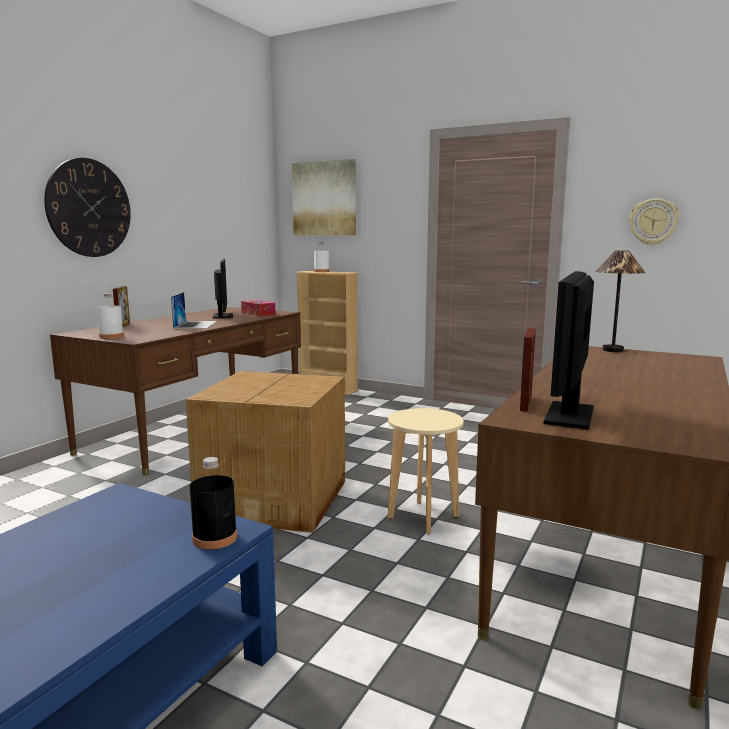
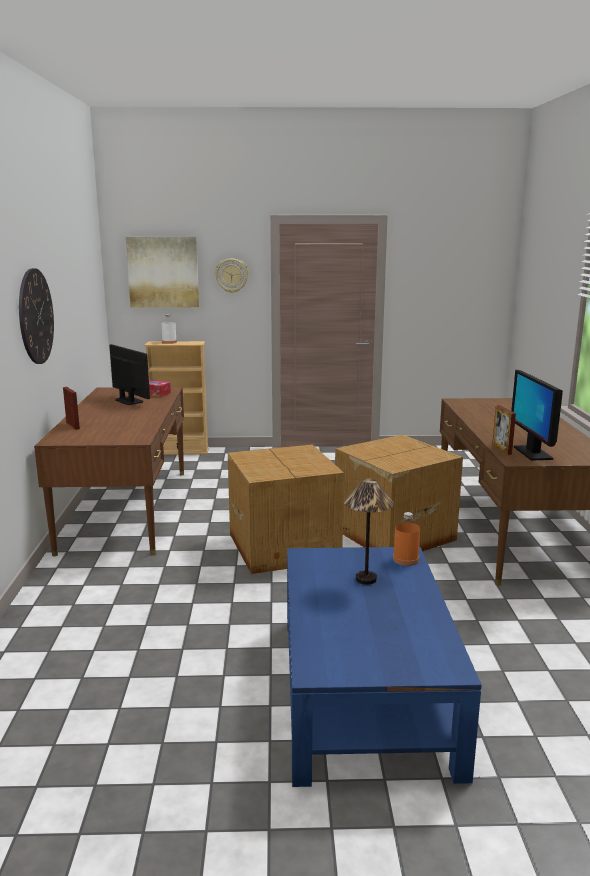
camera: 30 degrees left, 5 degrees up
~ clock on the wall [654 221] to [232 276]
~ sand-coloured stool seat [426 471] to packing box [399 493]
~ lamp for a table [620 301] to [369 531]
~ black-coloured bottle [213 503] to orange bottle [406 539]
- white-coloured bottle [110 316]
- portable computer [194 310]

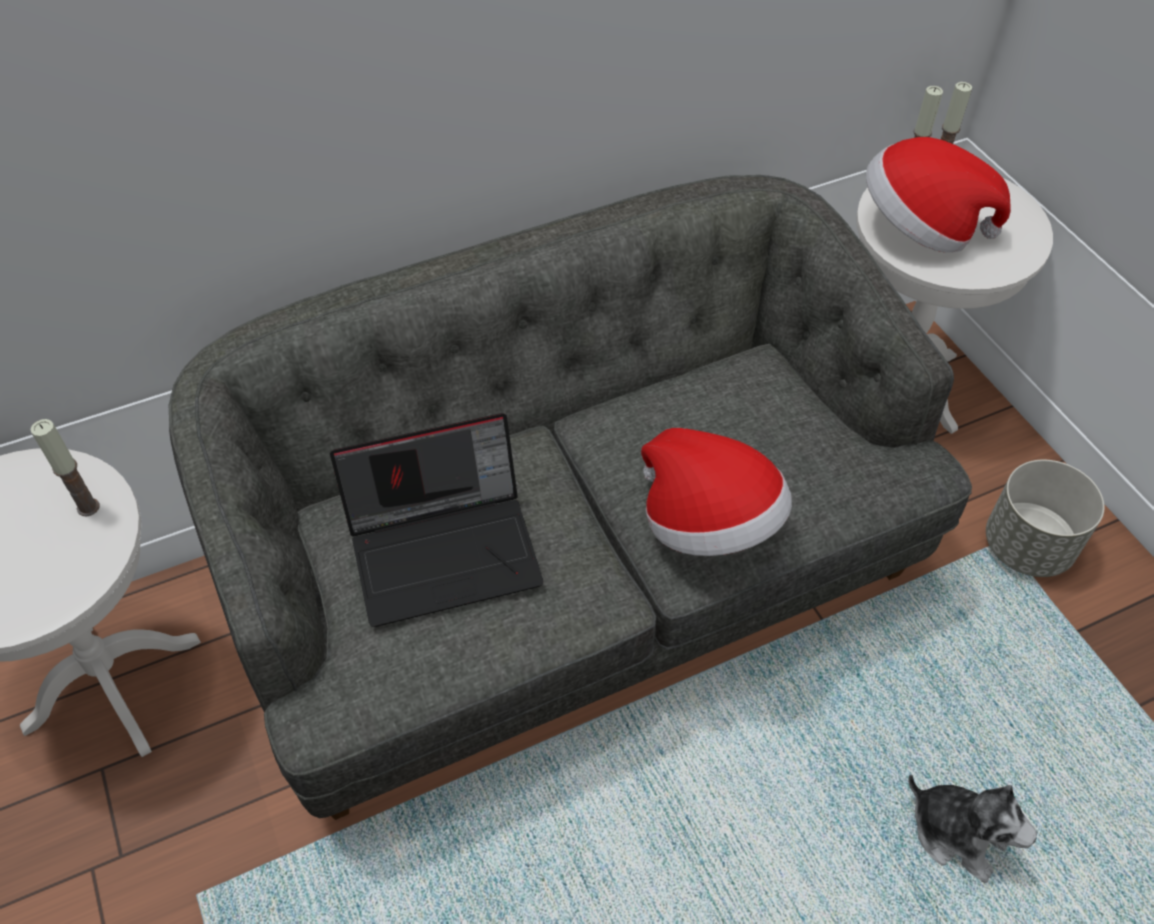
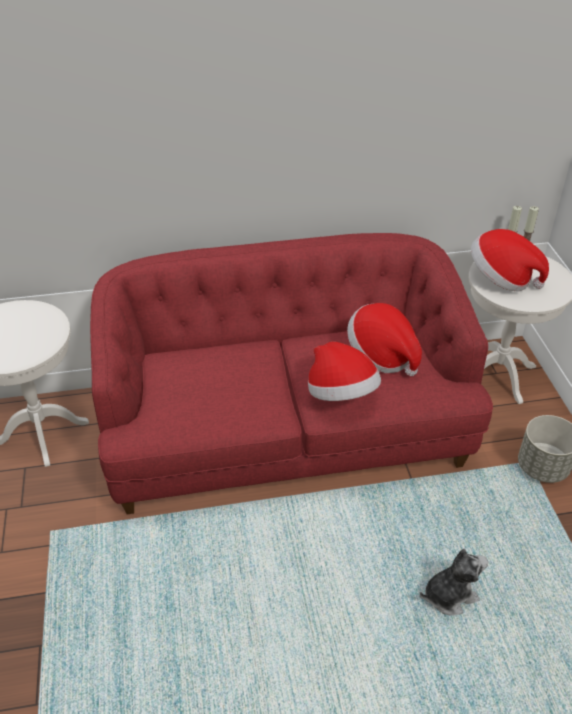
camera: 15 degrees right, 10 degrees down
~ gray couch [570 497] to red couch [291 373]
+ wearable hat [384 339]
~ cuddly toy [972 828] = [454 582] 75 degrees counterclockwise
- wax light [65 467]
- portable computer [436 520]

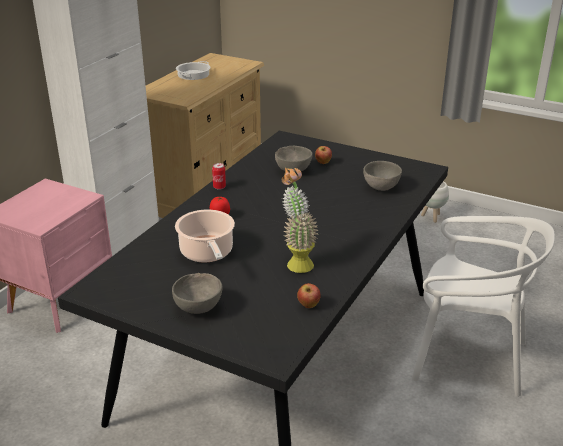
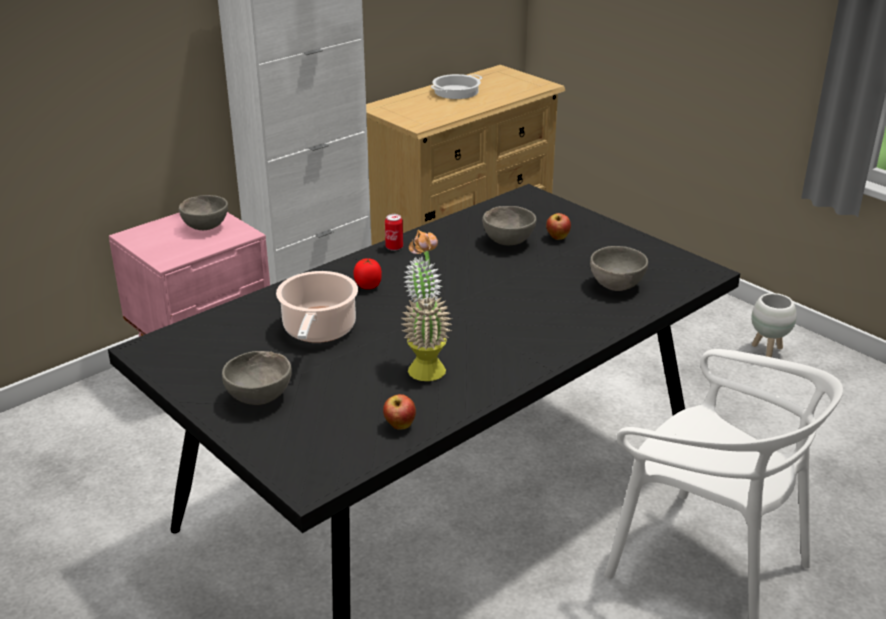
camera: 20 degrees right, 0 degrees up
+ gray bowl [203 212]

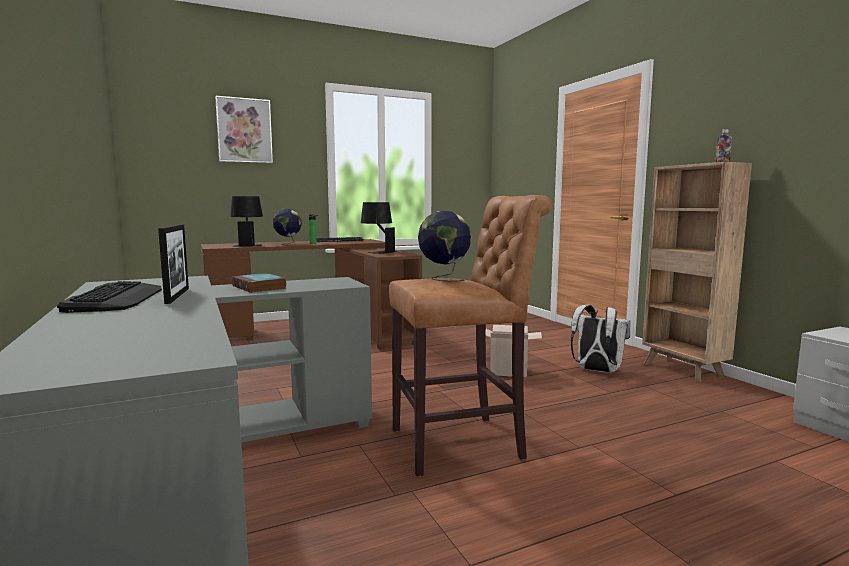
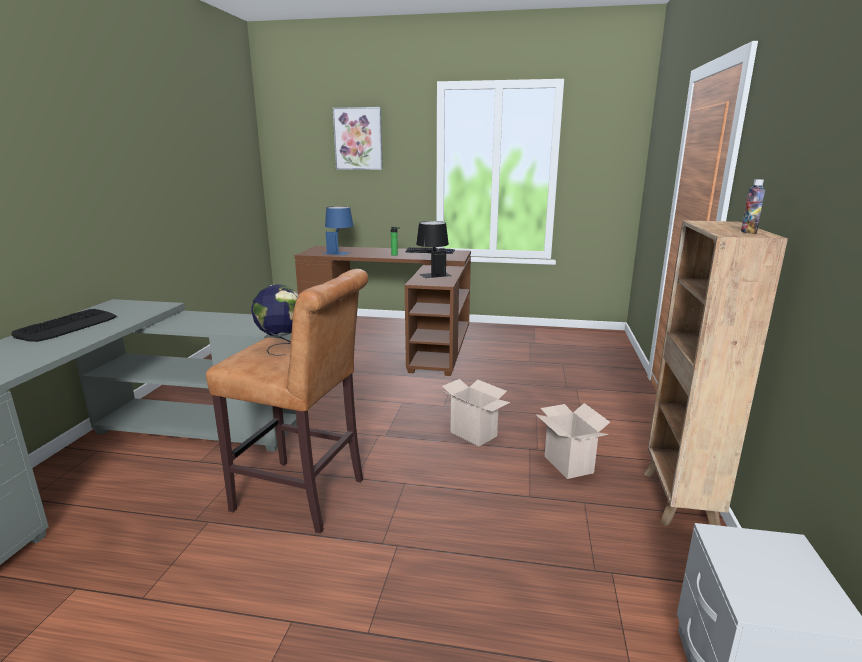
camera: 35 degrees right, 10 degrees up
~ black-coloured lamp for a table [246 221] to bluish lamp for a table [337 230]
~ white-coloured knapsack [601 339] to packing box [573 441]
- standing frame [173 264]
- volume [259 283]
- globe [287 227]

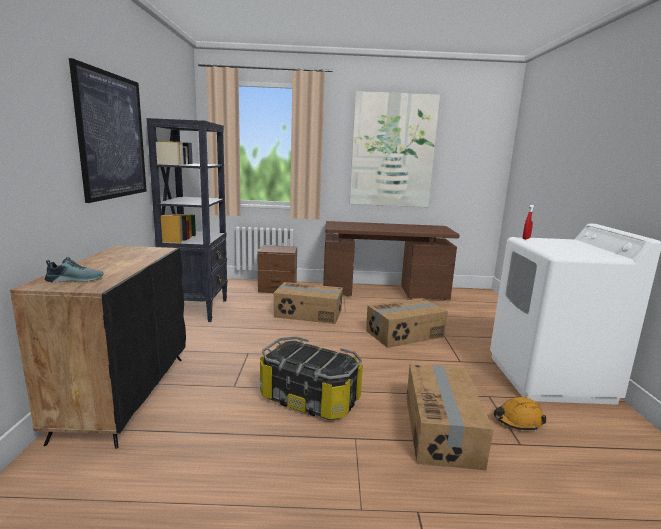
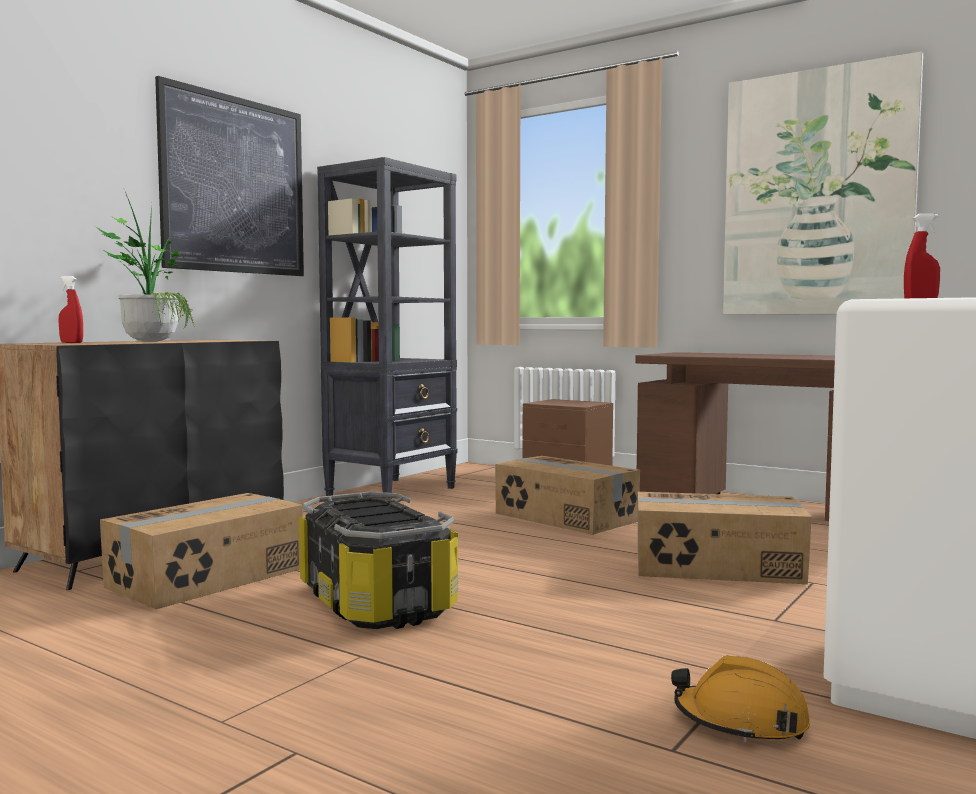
camera: 35 degrees right, 10 degrees down
~ item of footwear [74 269] to red spray bottle [70 309]
+ houseplant [144 267]
~ packing box [449 417] to [201 551]

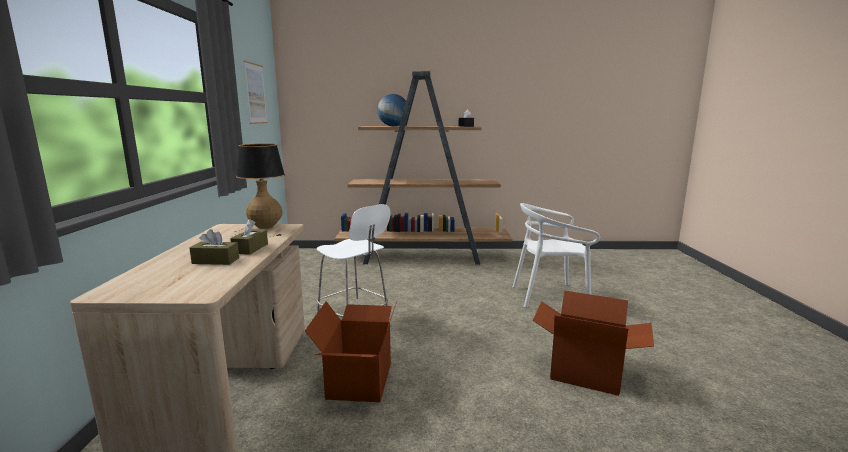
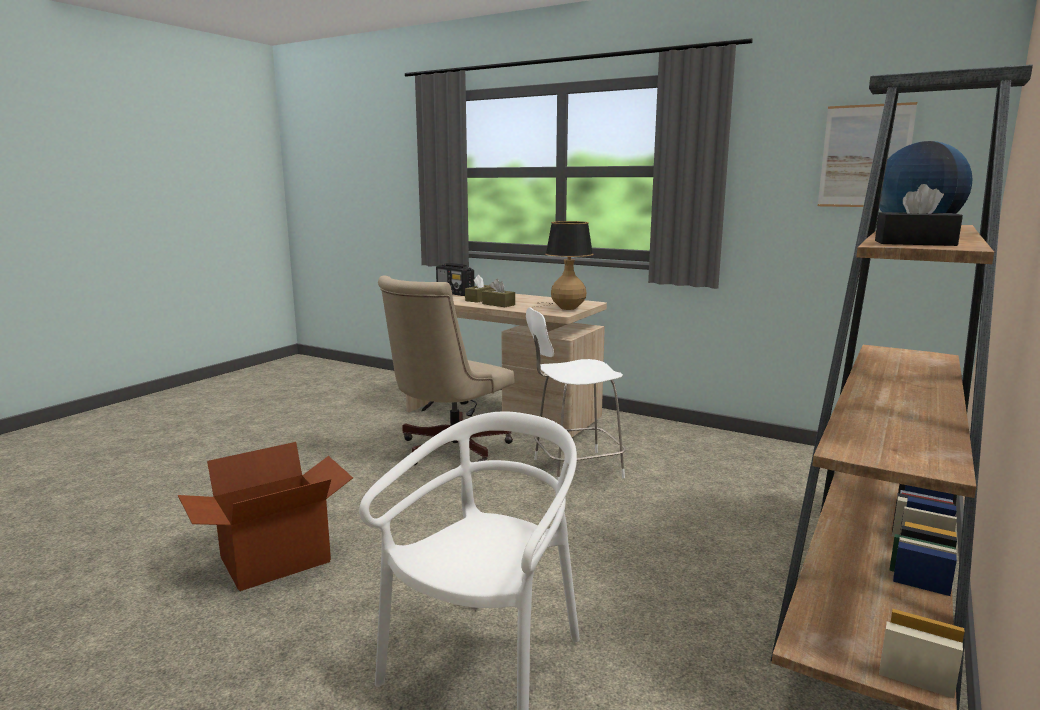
camera: 120 degrees right, 0 degrees up
~ packing box [351 351] to sand-coloured computer chair [446 371]
+ radio [455 279]

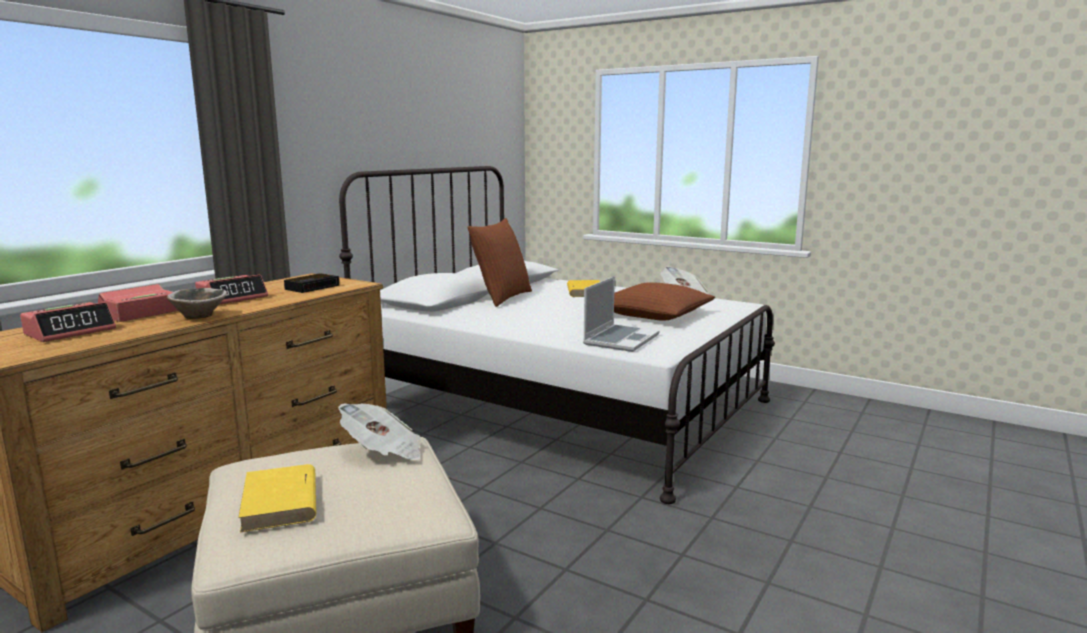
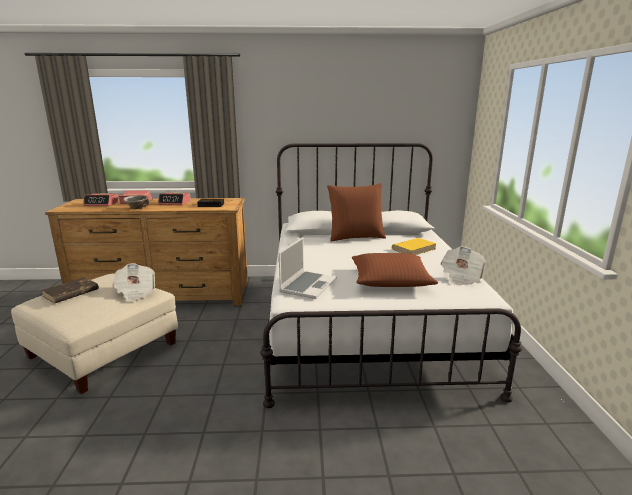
camera: 55 degrees right, 5 degrees up
~ yellow volume [277 498] to brown volume [70 290]
~ portable computer [621 314] = [308 268] 60 degrees counterclockwise

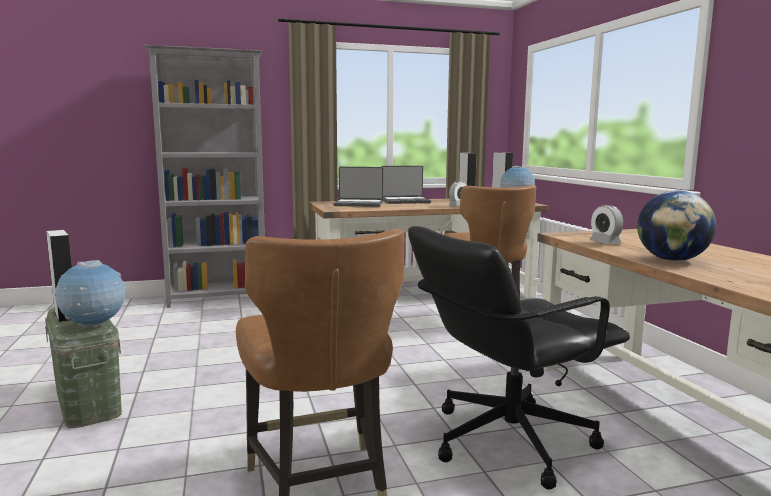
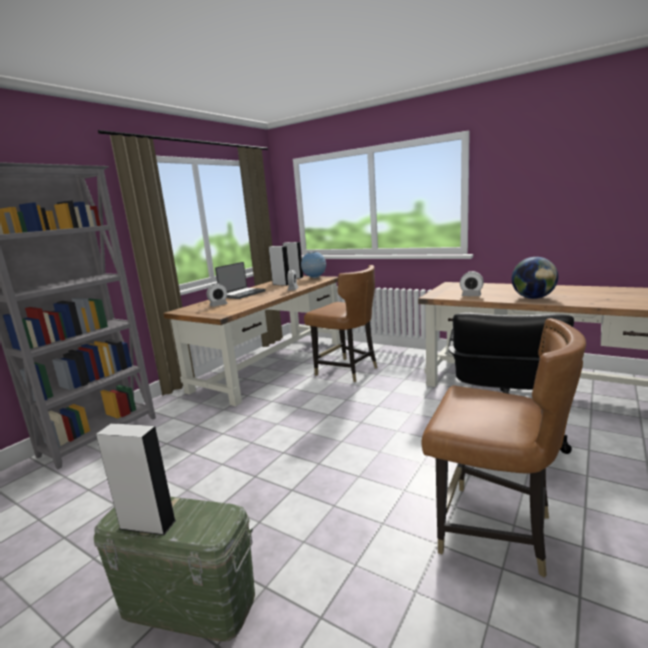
camera: 40 degrees left, 5 degrees up
~ portable computer [358 187] to bedside clock [217 295]
- globe [89 294]

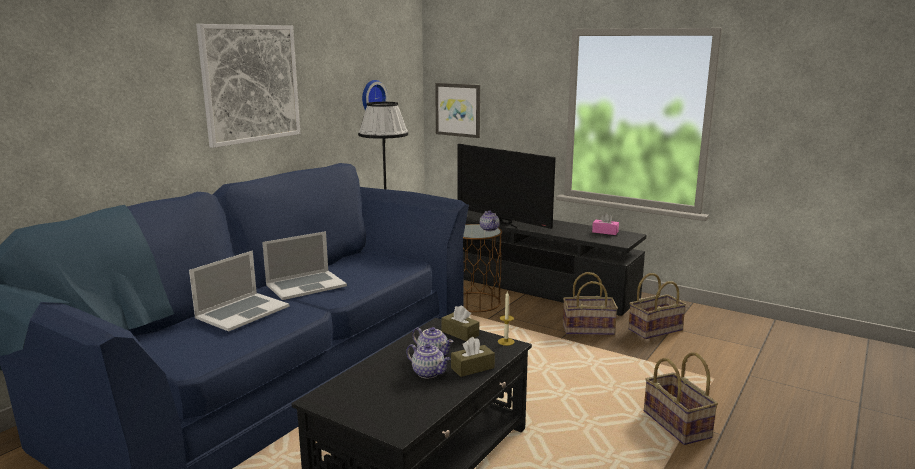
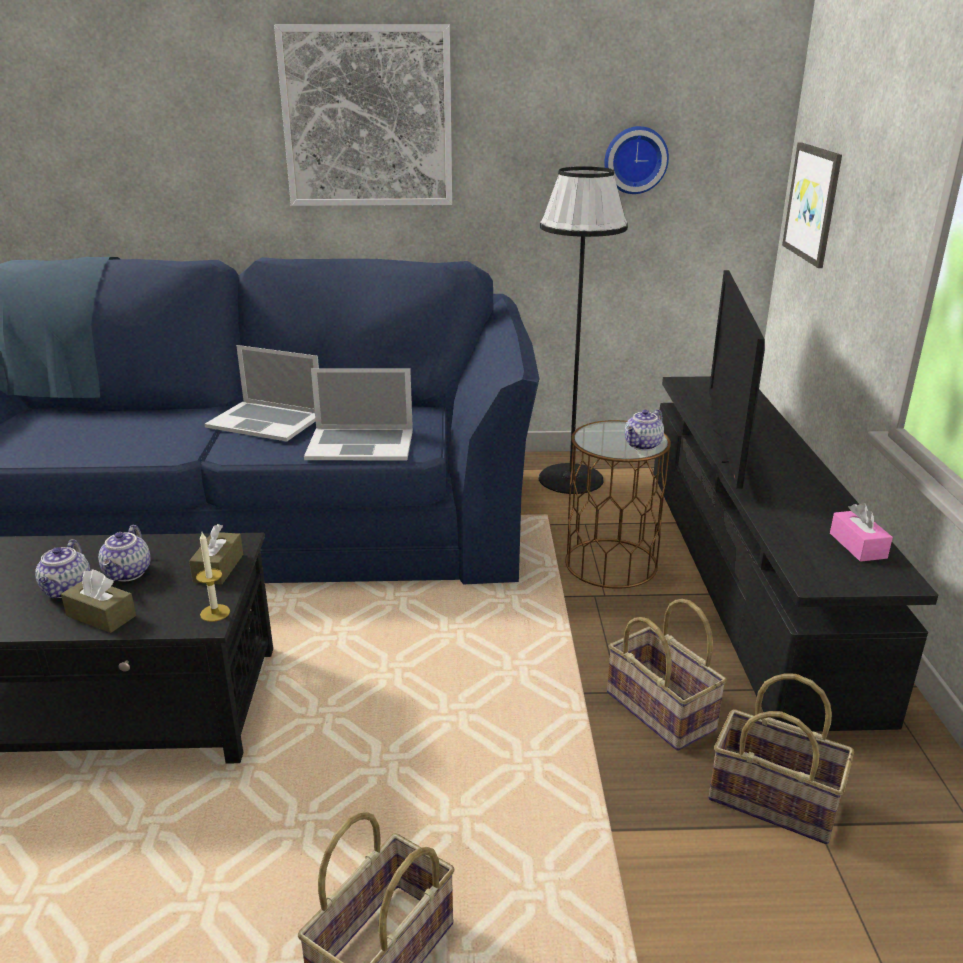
camera: 55 degrees right, 10 degrees up
~ portable computer [239 291] to [358 414]

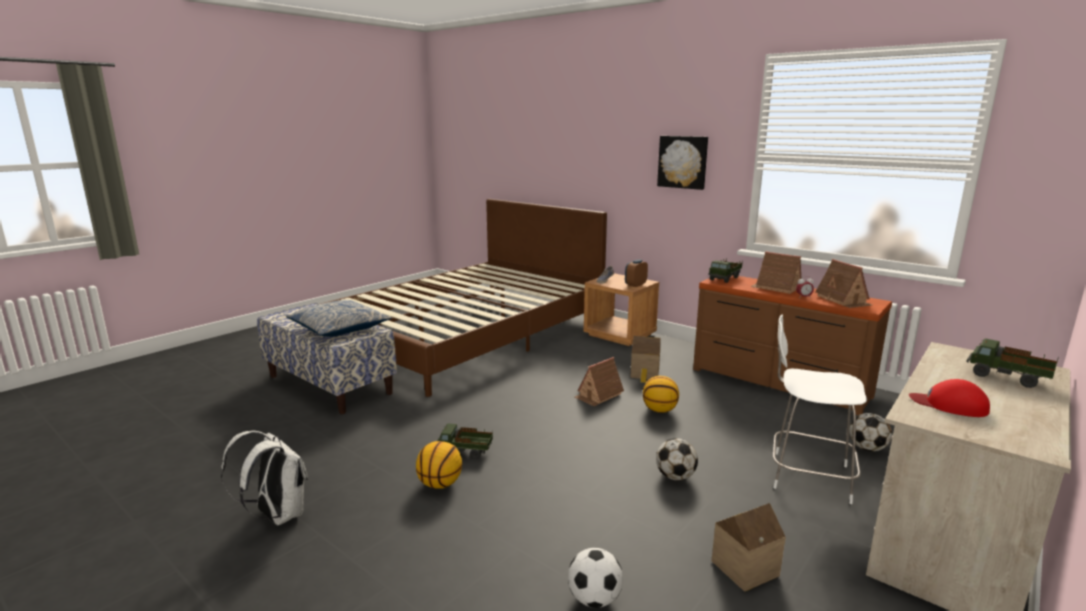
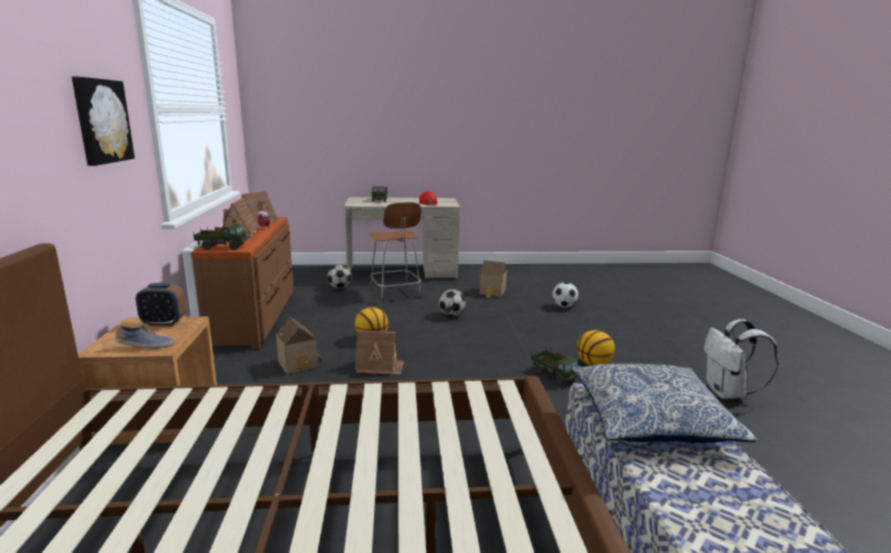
camera: 135 degrees left, 0 degrees up
~ white-coloured upright chair [820 409] to brown upright chair [396 252]

